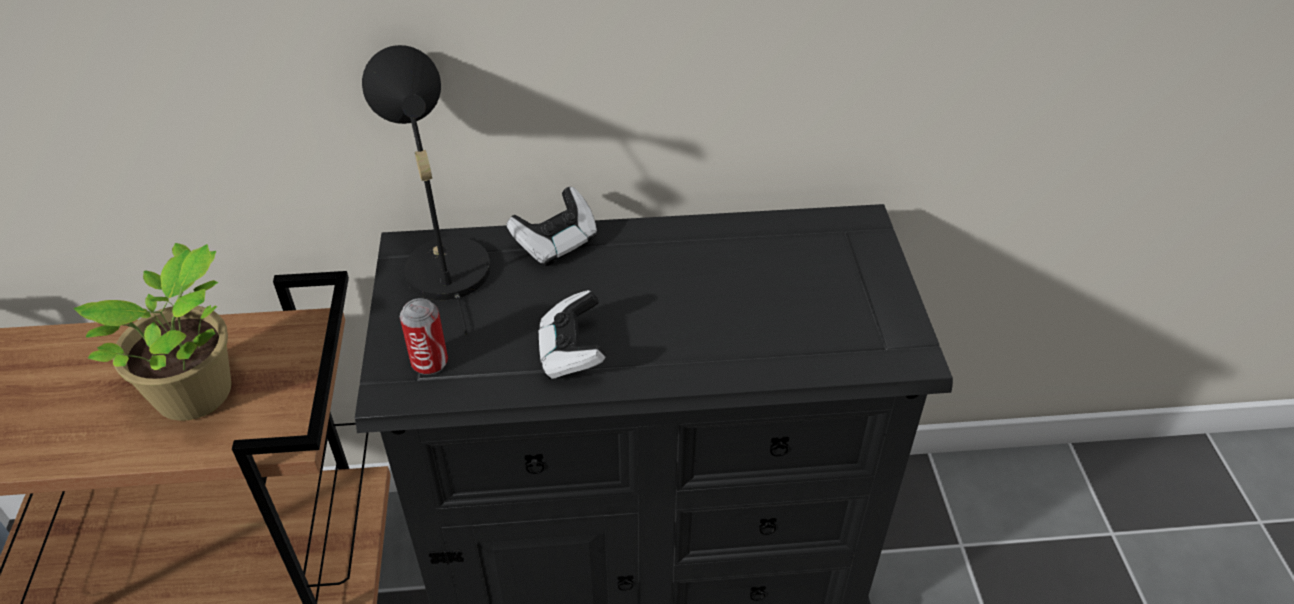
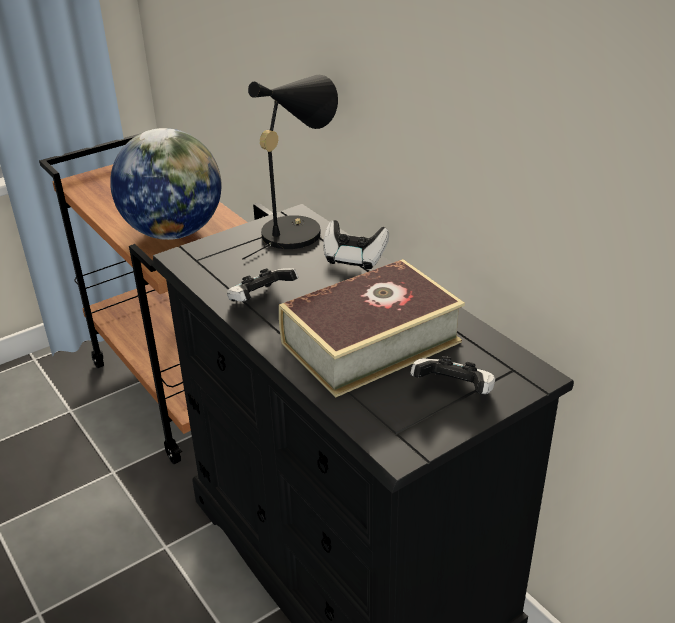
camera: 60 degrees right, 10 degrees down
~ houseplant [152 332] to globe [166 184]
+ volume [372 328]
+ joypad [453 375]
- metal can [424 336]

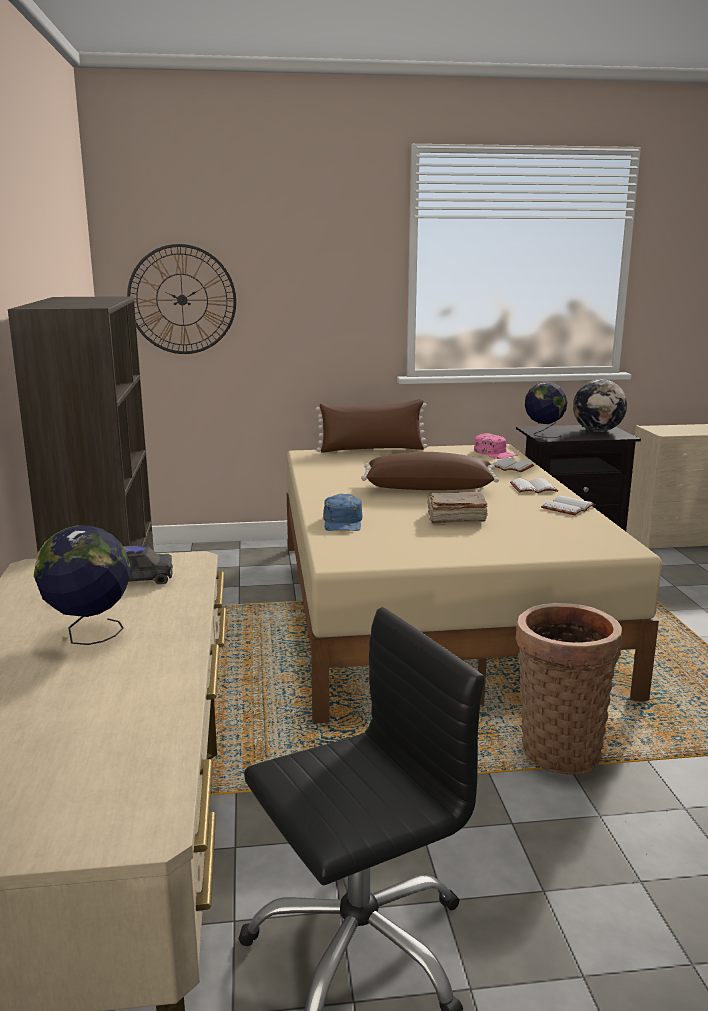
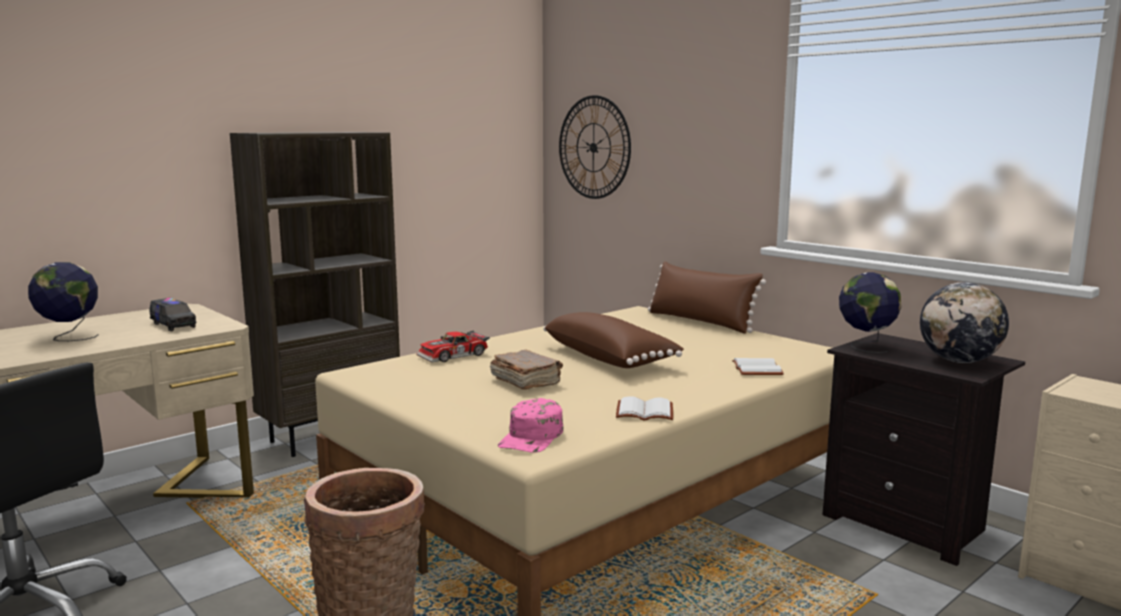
camera: 55 degrees right, 5 degrees down
~ bluish peaked cap [343 512] to model car [453 346]
~ pink-coloured peaked cap [496 446] to [530 425]
- white-coloured volume [534 485]

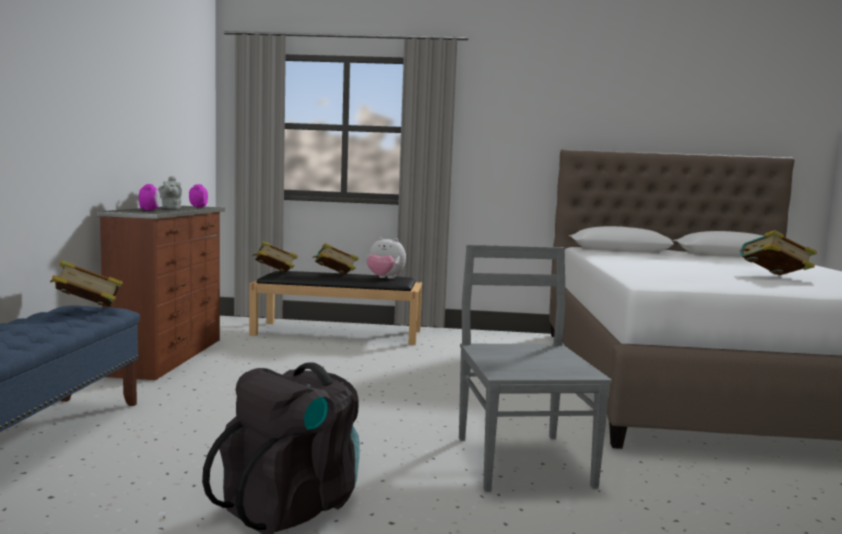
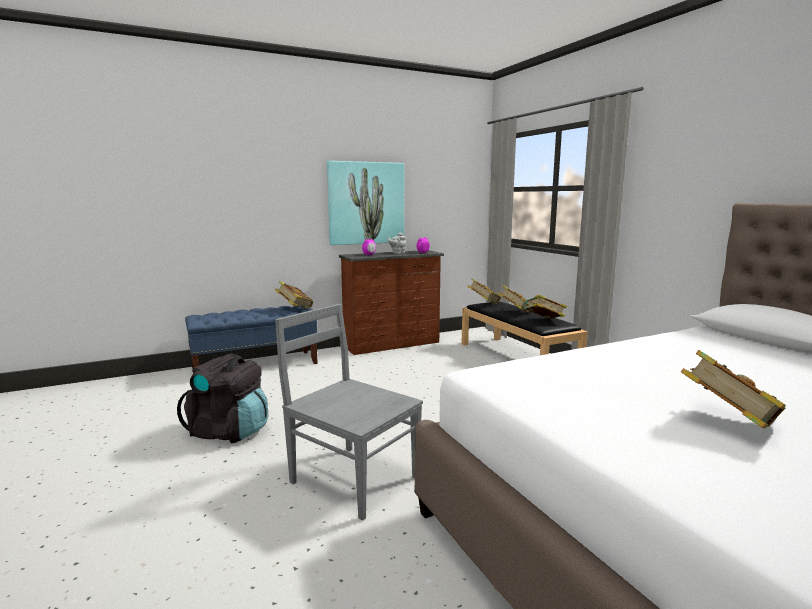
camera: 60 degrees right, 5 degrees up
~ gray upright chair [535 368] = [349 412] 105 degrees counterclockwise
+ wall picture [365 203]
~ cuddly toy [386 258] to volume [545 307]

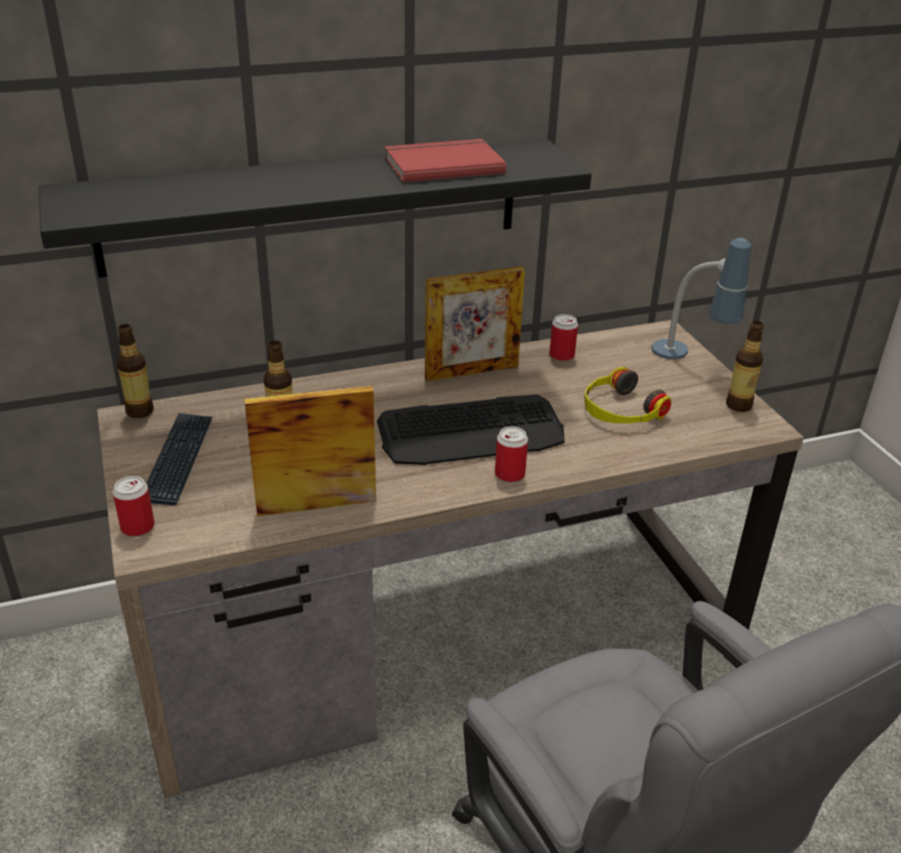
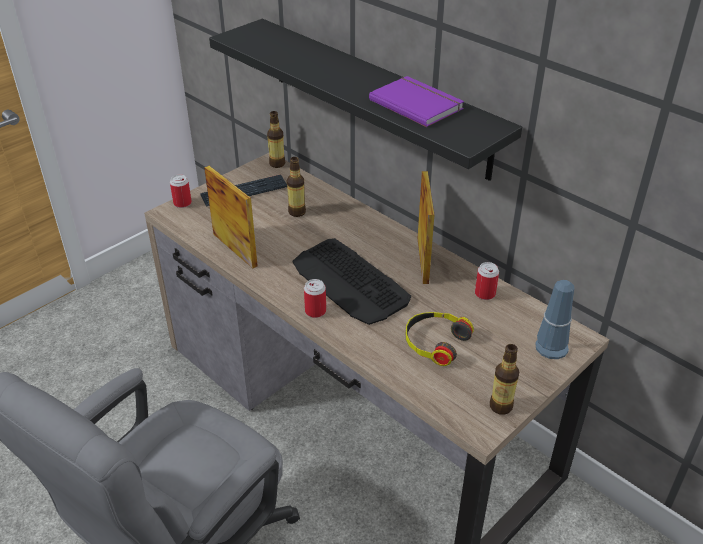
camera: 65 degrees right, 5 degrees up
~ red volume [445 160] to purple volume [416 101]
~ standing frame [475 324] = [425 227] 135 degrees counterclockwise

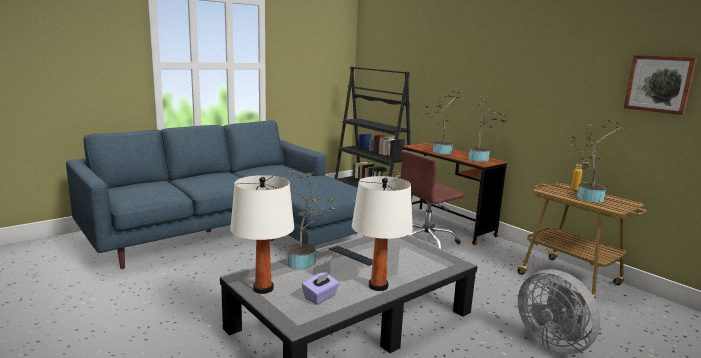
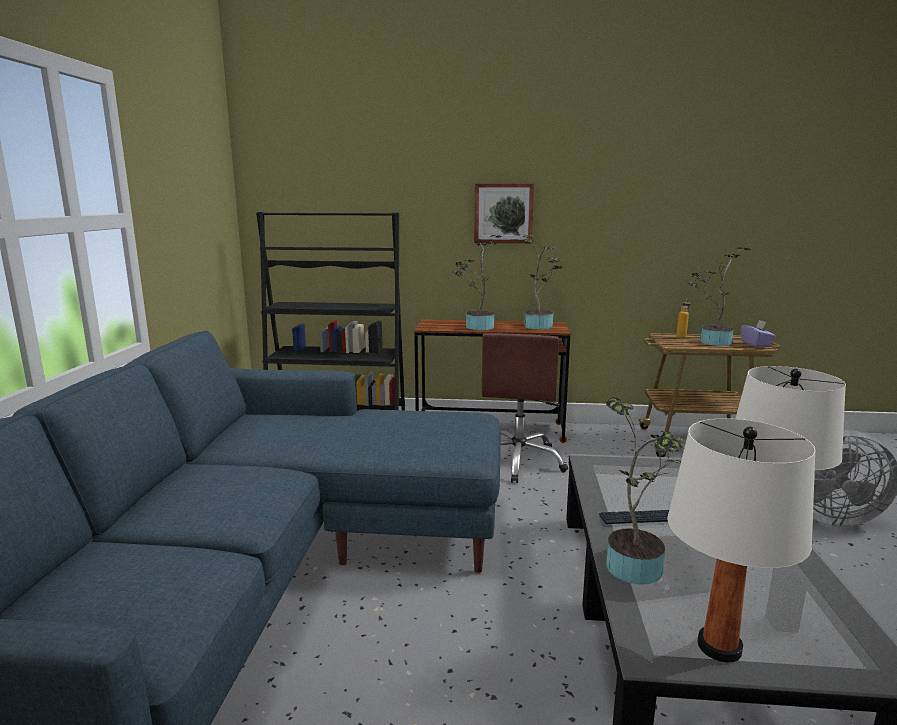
camera: 45 degrees left, 0 degrees up
~ wall picture [660 85] to [504 213]
~ purple tissue box [321 288] to [758 333]

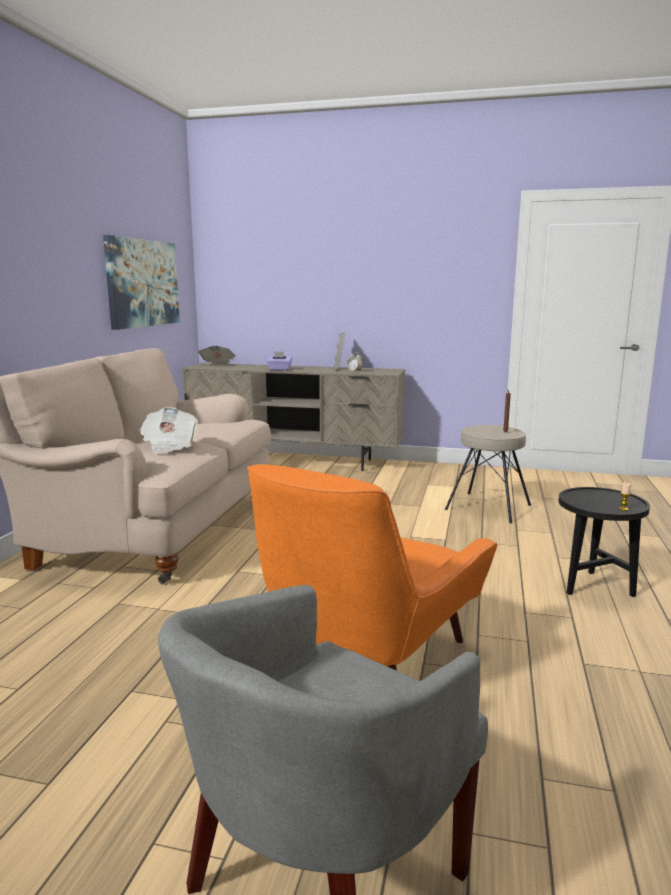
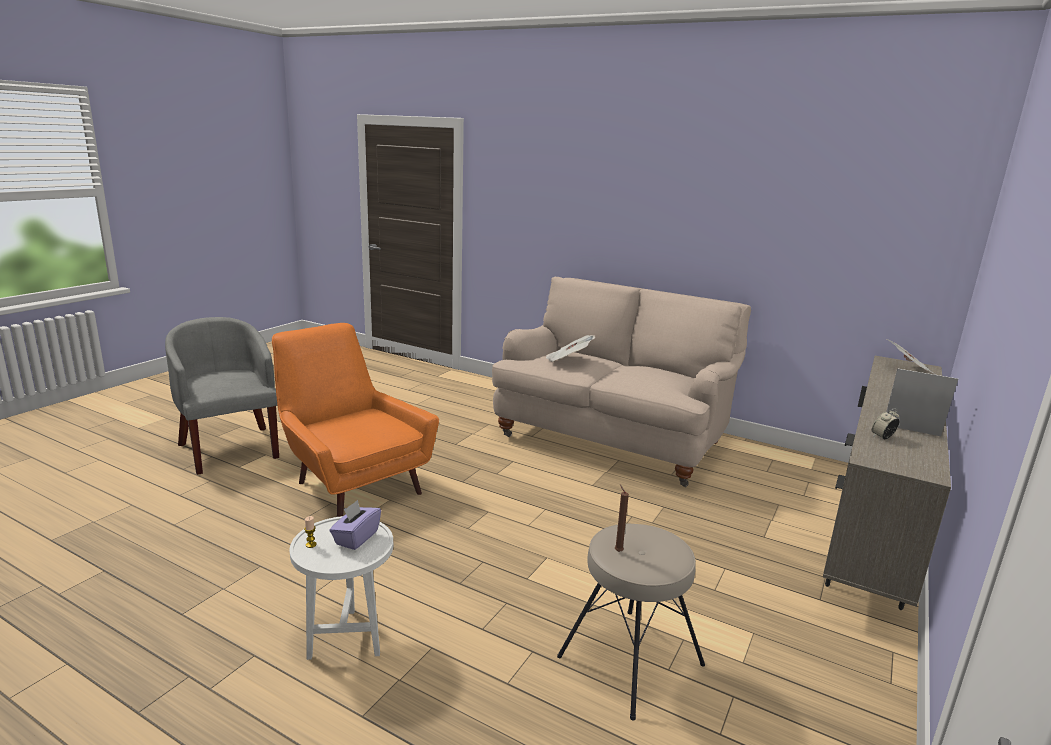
camera: 105 degrees right, 5 degrees up
~ black-coloured end table [604 542] to white-coloured end table [341 588]
~ purple tissue box [279 361] to [355 525]
- wall picture [141 282]

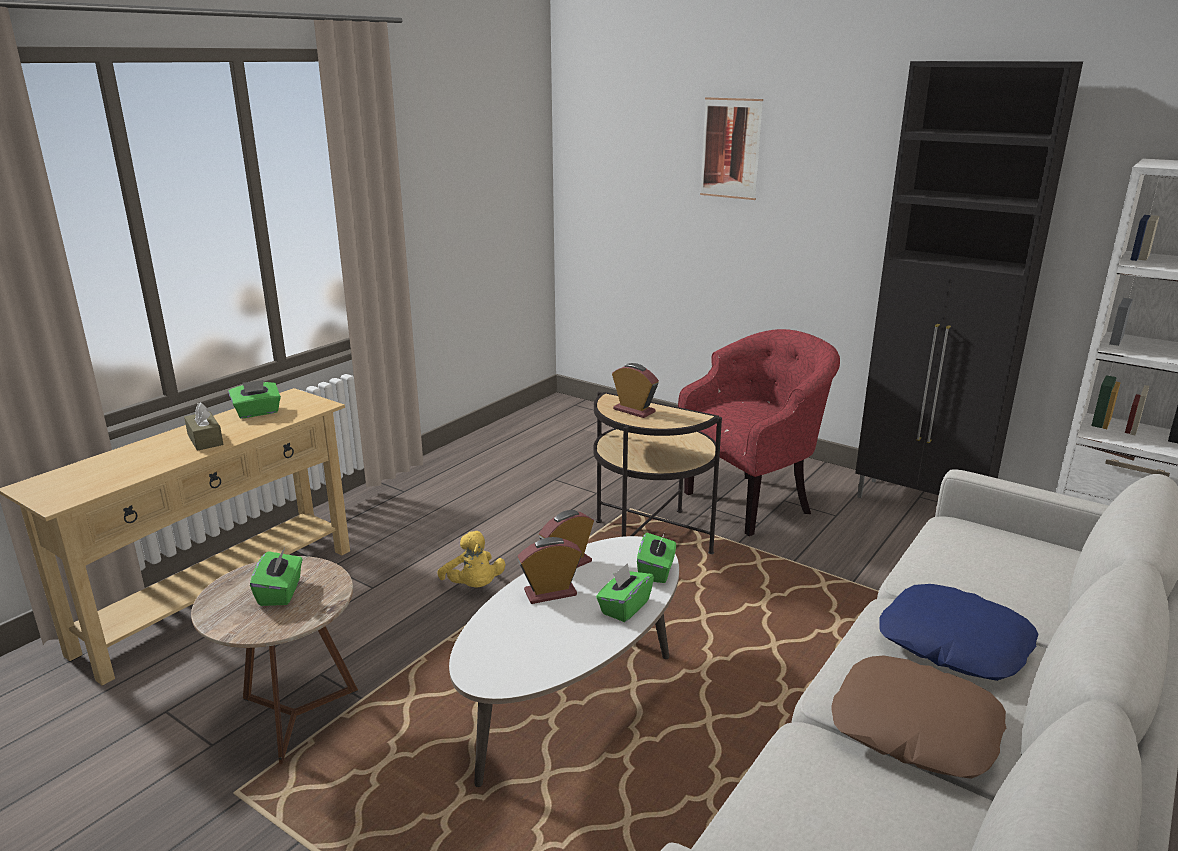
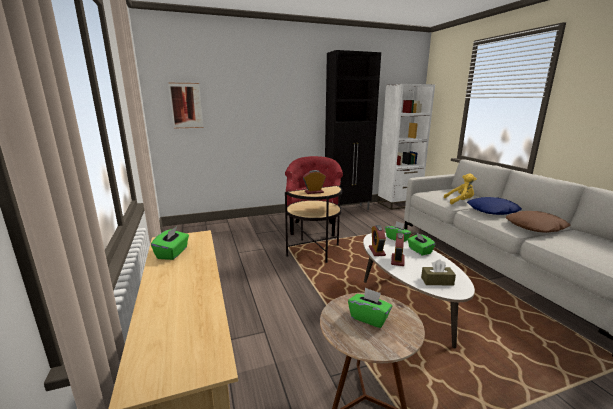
camera: 55 degrees left, 5 degrees down
~ wall picture [731 148] to [186 106]
~ brown tissue box [204 426] to [438 272]
~ yellow cuddly toy [471 559] to [460 189]

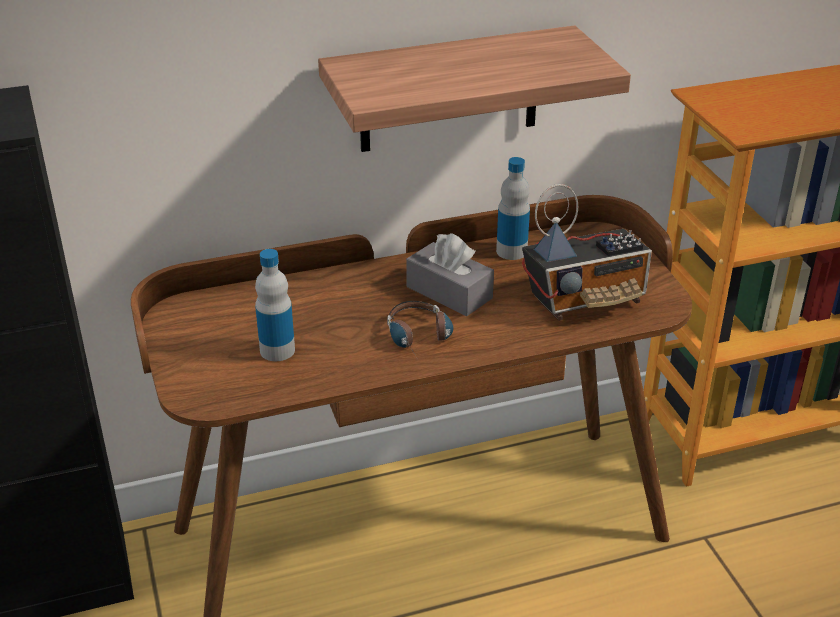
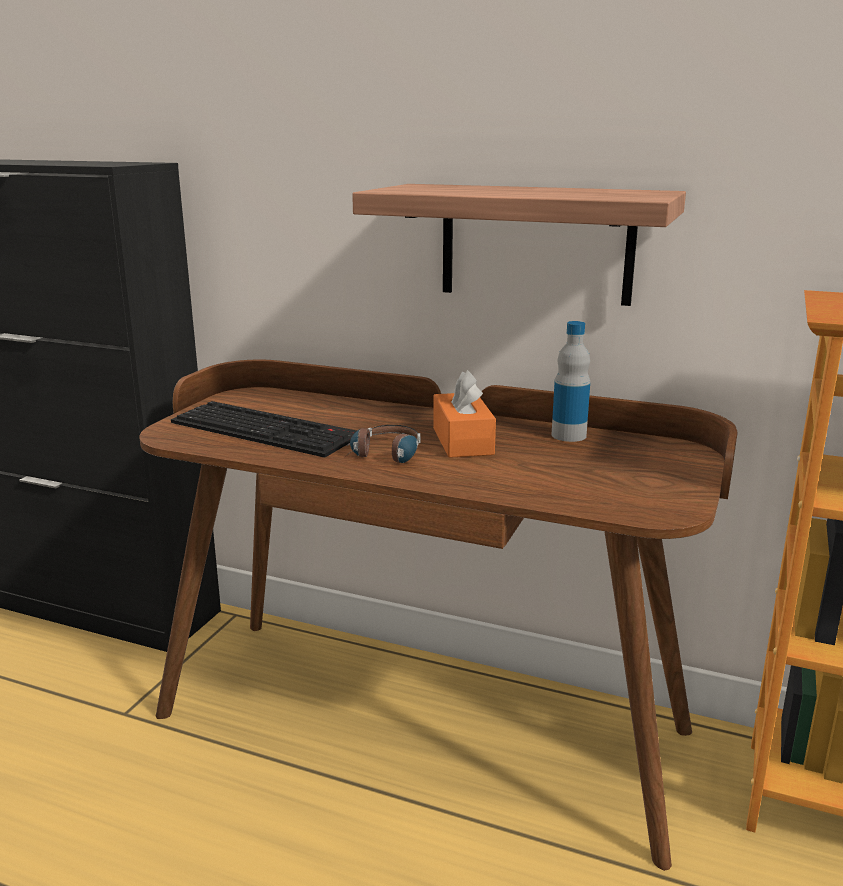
camera: 40 degrees right, 15 degrees down
~ bottle [275 305] to keyboard [263 429]
~ gray tissue box [450 275] to orange tissue box [464 414]
- radio [587 252]

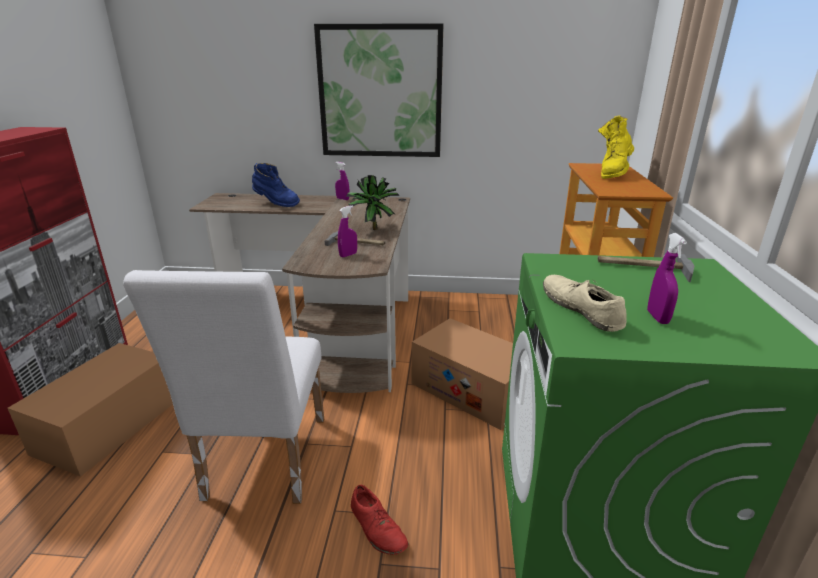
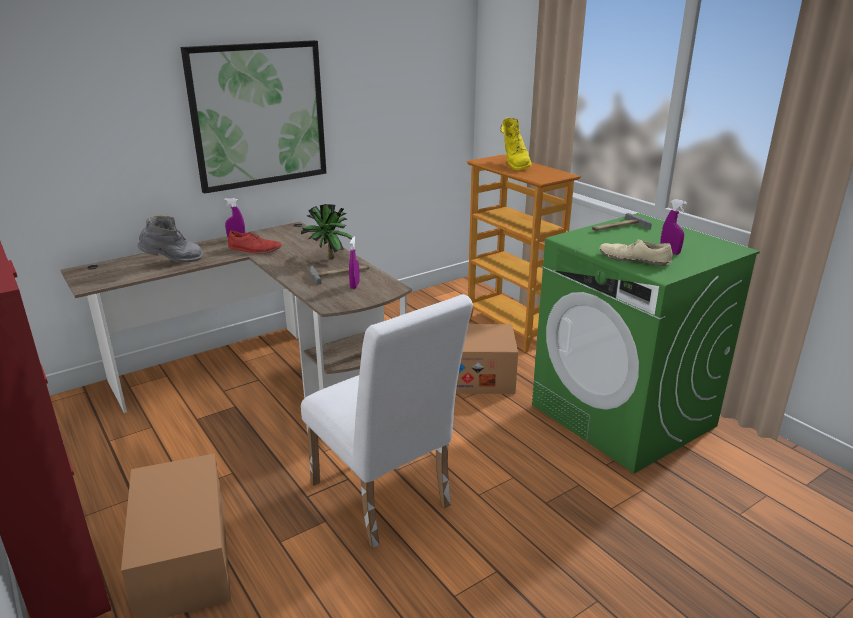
camera: 40 degrees left, 0 degrees up
~ bluish tall boot [276 185] to gray tall boot [170 239]
~ red item of footwear [380 520] to [255 242]

